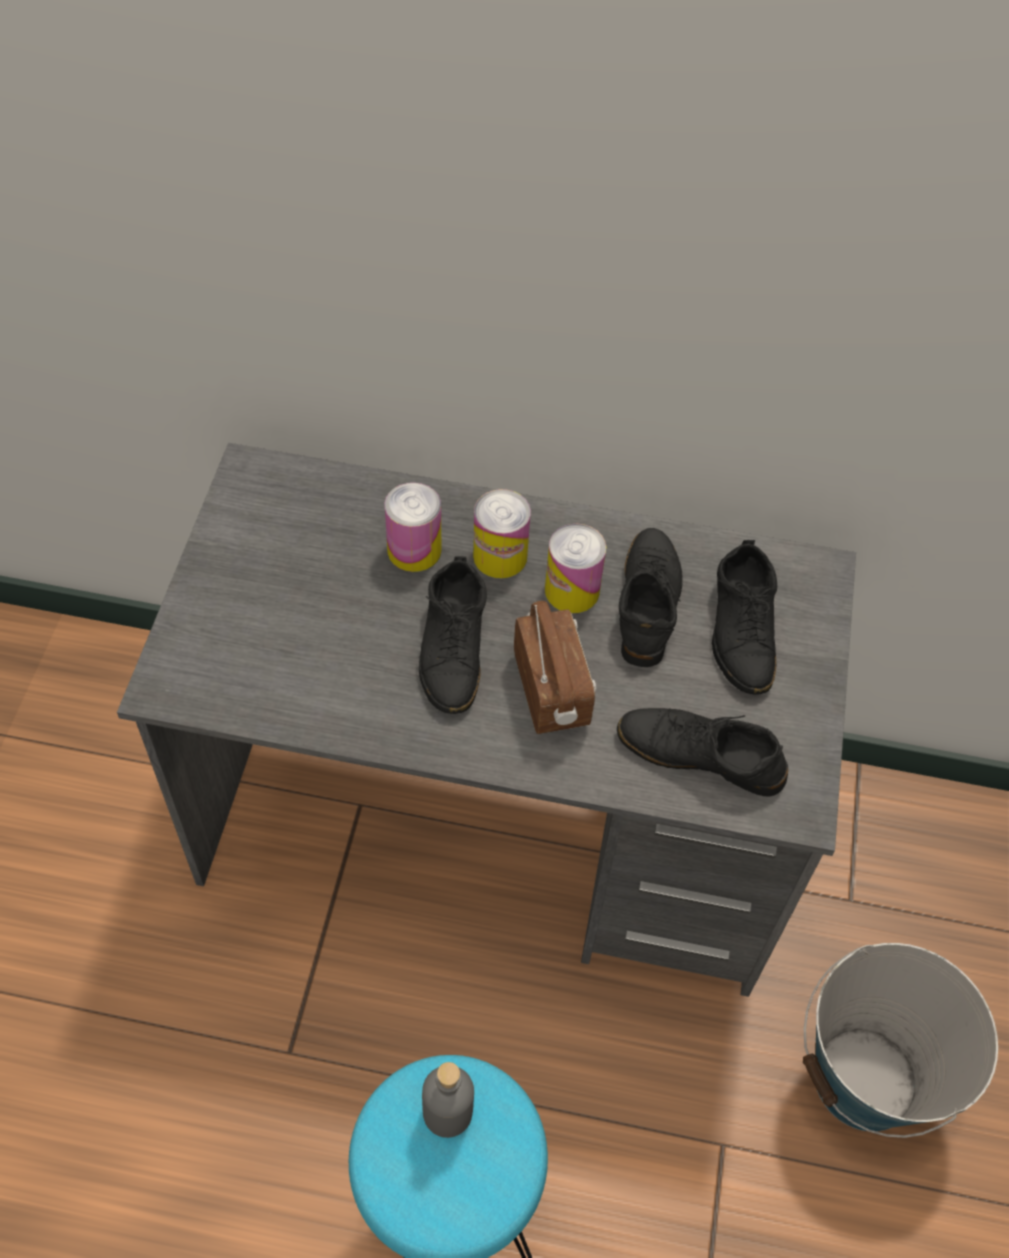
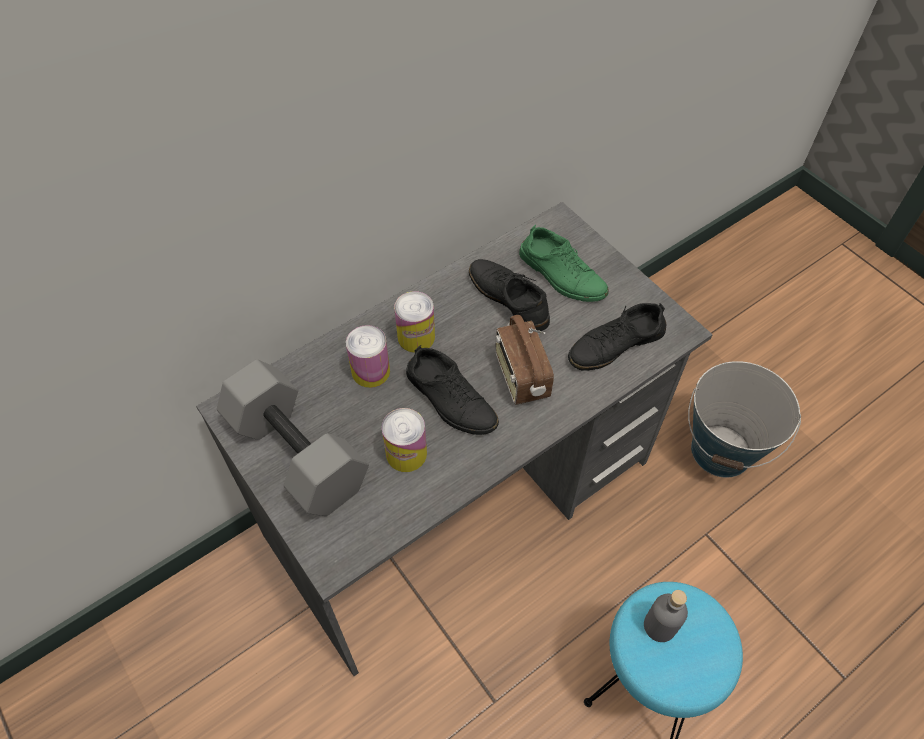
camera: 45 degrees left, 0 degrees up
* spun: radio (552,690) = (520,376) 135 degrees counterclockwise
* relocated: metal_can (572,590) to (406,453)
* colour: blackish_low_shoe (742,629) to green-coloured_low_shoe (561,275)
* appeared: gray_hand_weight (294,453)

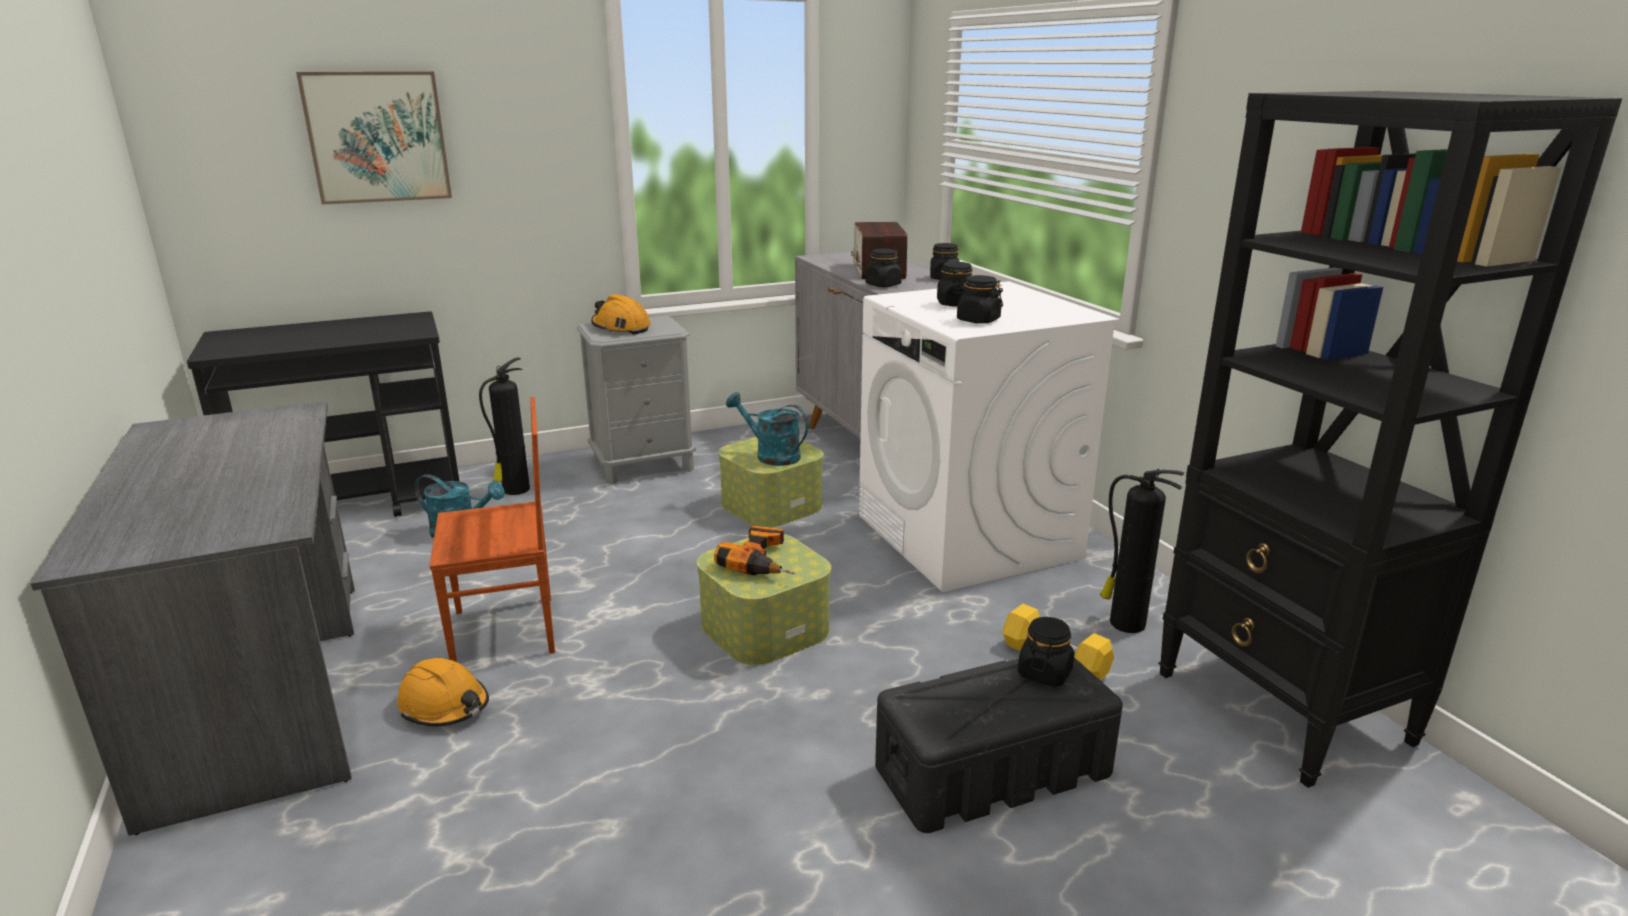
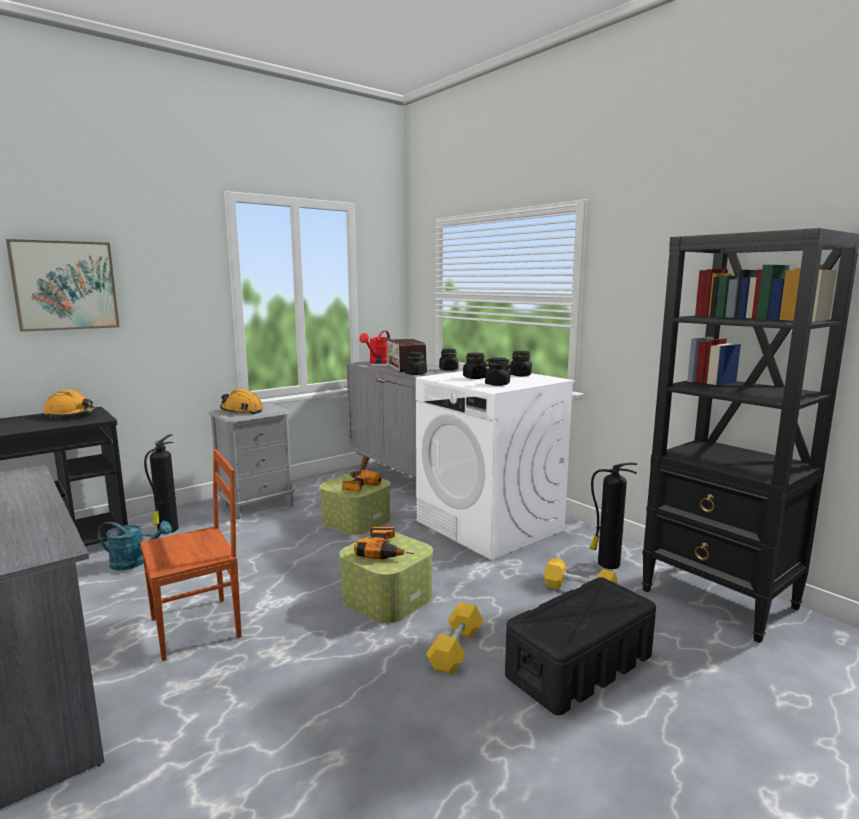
camera: 15 degrees left, 10 degrees down
* relocated: orange-coloured_hard_hat (445,706) to (71,415)
* exchanged: turquoise_watering_pot (771,455) to drill (356,486)
* relocated: blackish_jar (1044,673) to (520,375)
* appeared: reddish_watering_pot (378,362)
* appeared: yellowish_hand_weight (455,649)

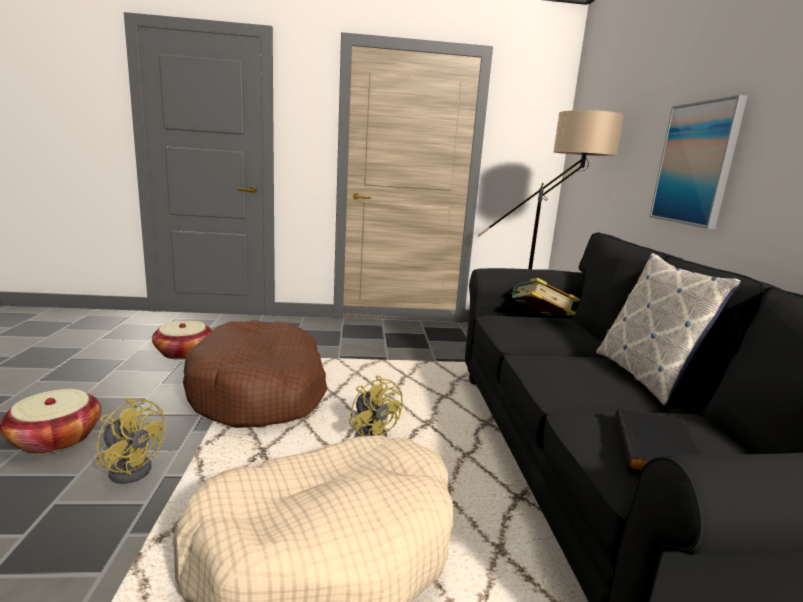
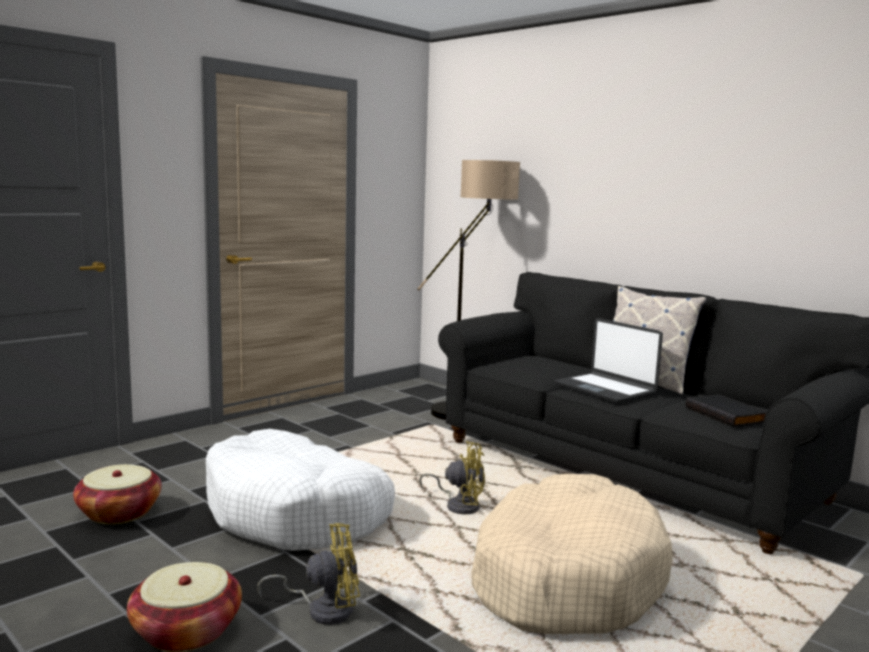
camera: 40 degrees left, 5 degrees down
* colour: brown_pet_bed (260,391) to white-coloured_pet_bed (296,513)
* missing: book (540,320)
* missing: wall_picture (695,164)
* appeared: notebook_computer (605,389)

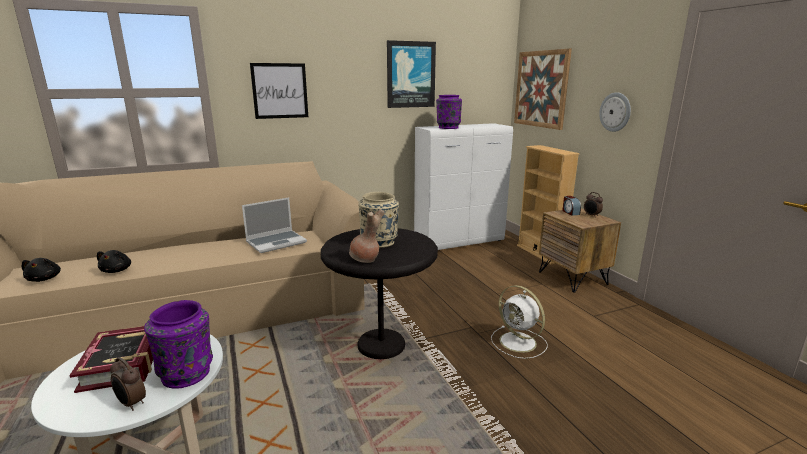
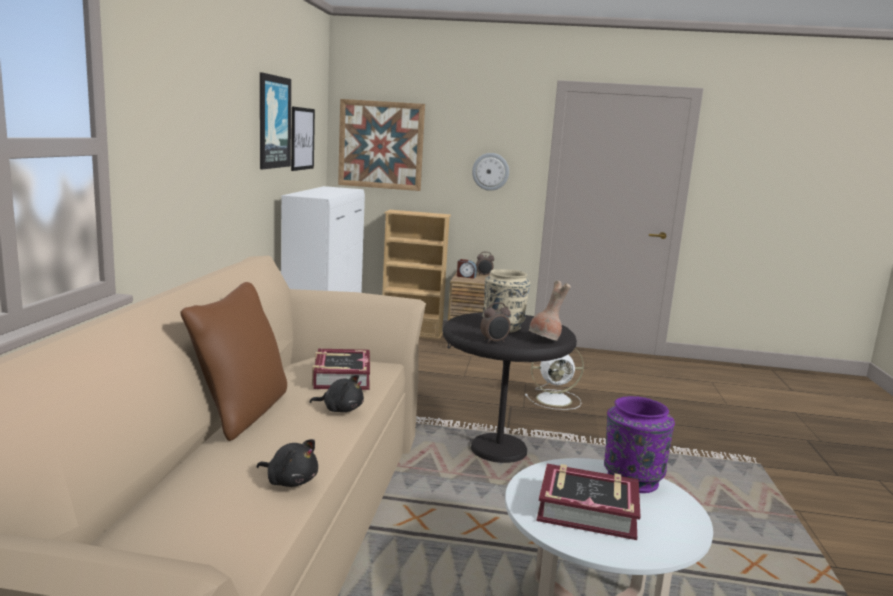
camera: 60 degrees left, 5 degrees down
* relocated: blackish_plush_toy (45,279) to (340,409)
* relocated: table_clock (131,404) to (494,342)
* exchanged: notebook_computer (277,242) to book (341,377)
* relocated: wall_picture (280,91) to (302,139)
* missing: purple_decorative_vase (448,127)
* appeared: brown_cushion (241,412)

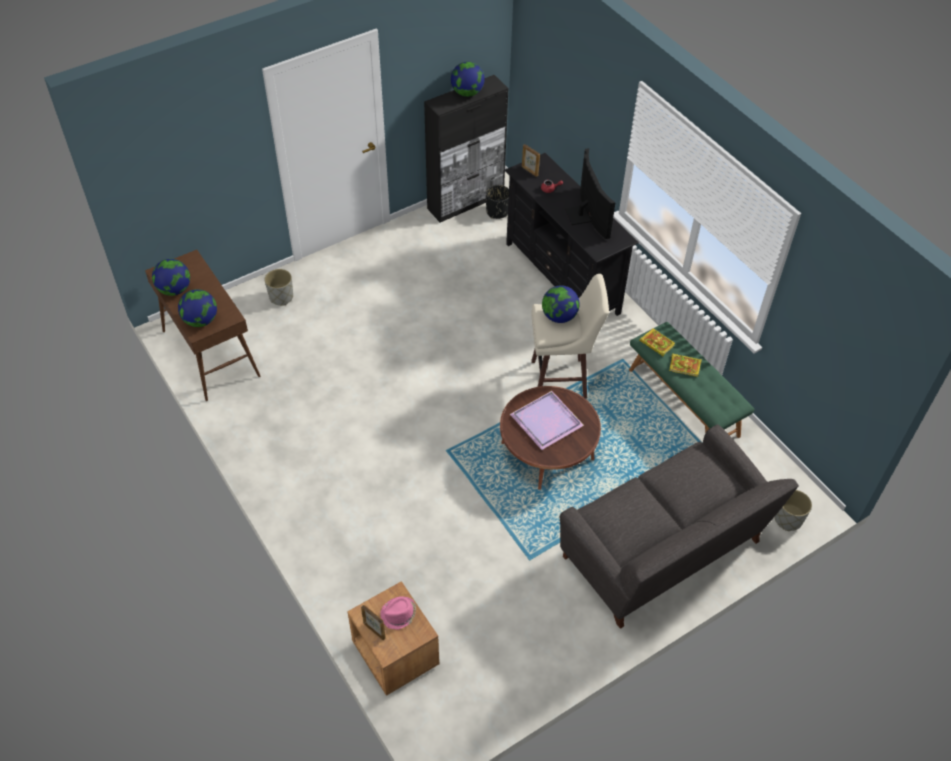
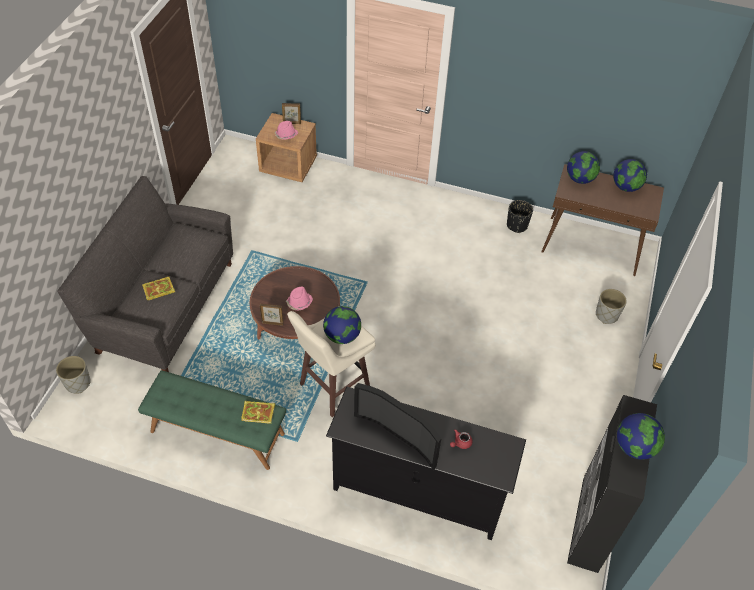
camera: 140 degrees right, 0 degrees up
* relocated: blackish_plant_pot (497,212) to (517,225)
* exchanged: purple_serving_tray (548,421) to pink-coloured_clothing_hat (299,302)
* relocated: photo_frame (529,171) to (272,323)
* relocated: book (685,366) to (158,290)

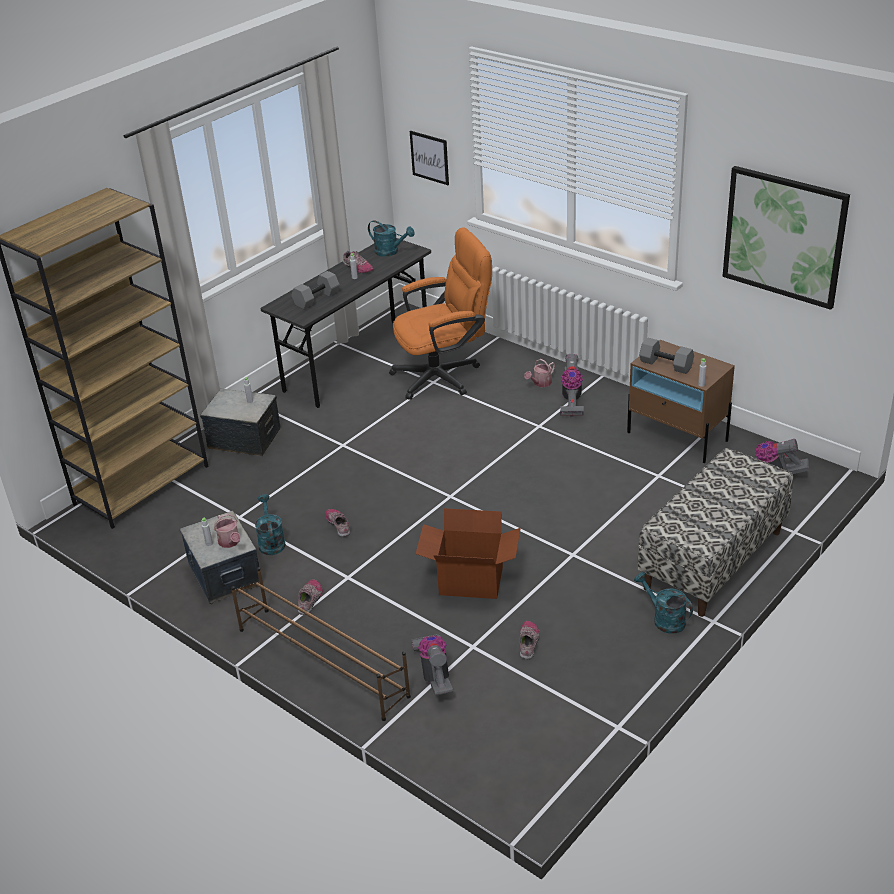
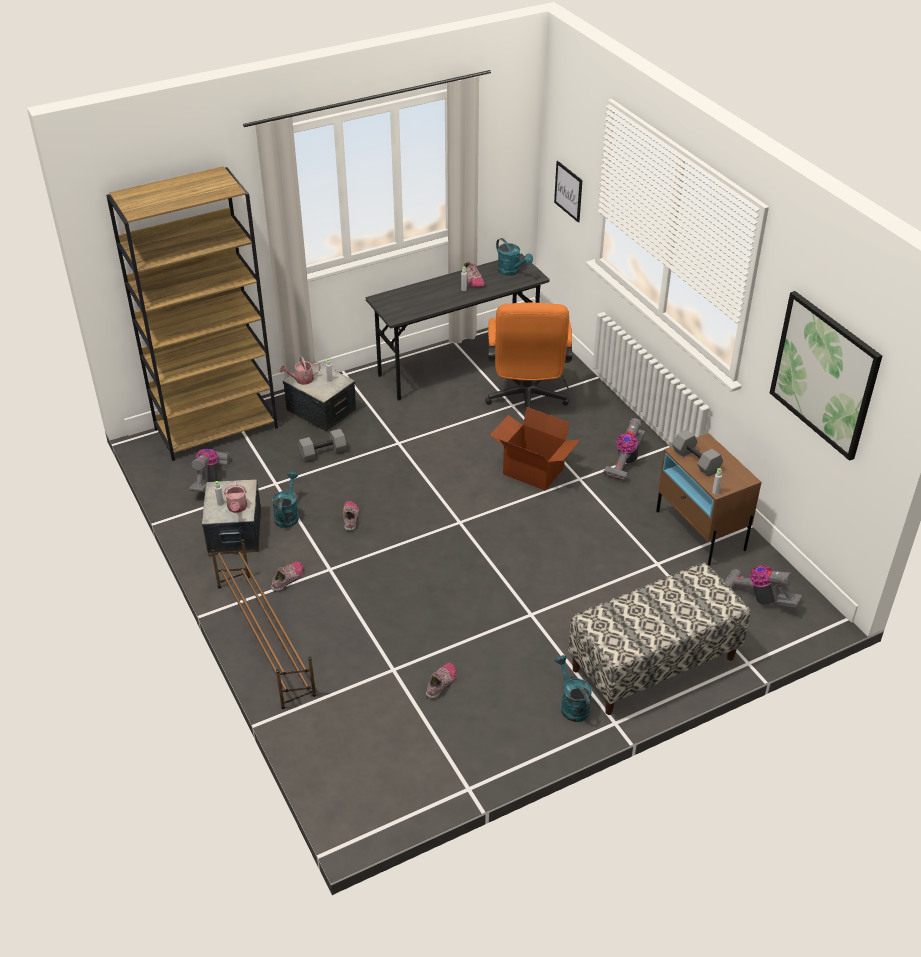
camera: 20 degrees right, 5 degrees up
* relocated: gray_hand_weight (316,299) to (322,453)
* spun: orange-coloured_office_chair (444,375) = (526,401) 90 degrees clockwise
* relocated: vacuum_cleaner (435,674) to (210,479)
* relocated: carton (470,581) to (532,472)
* relocated: watering_pot (540,383) to (301,380)

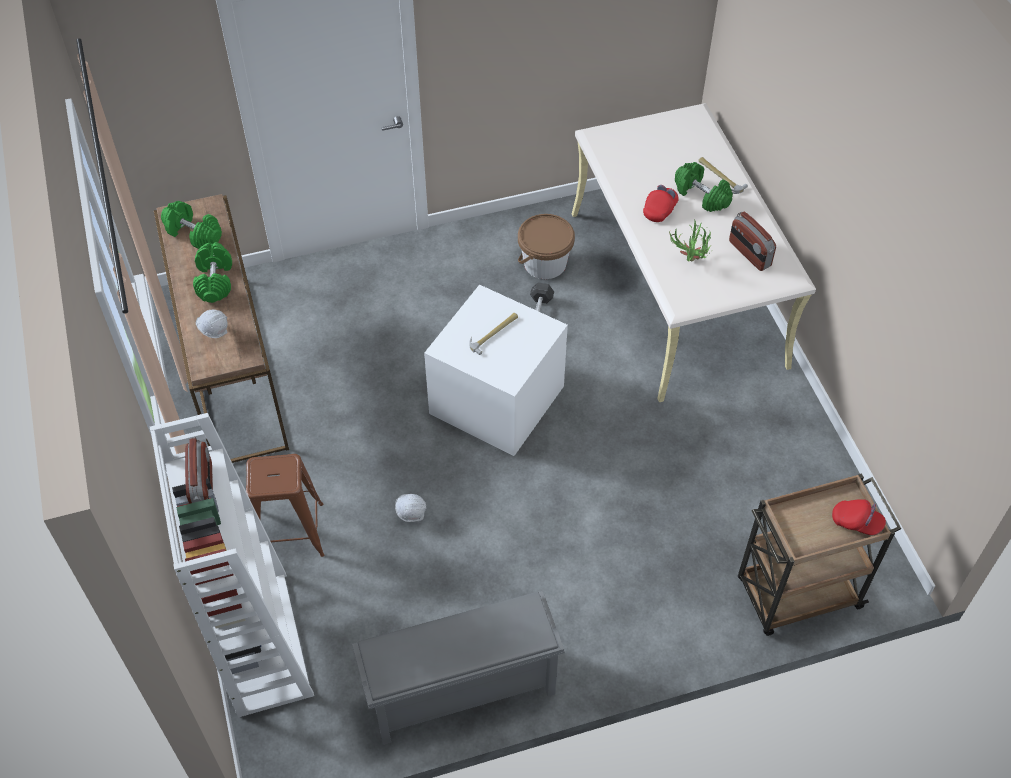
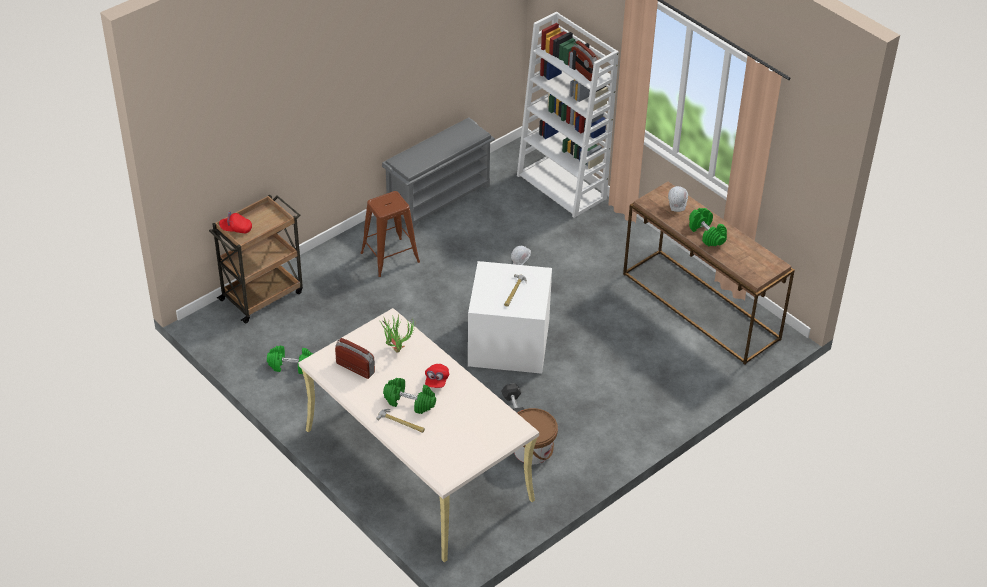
camera: 155 degrees right, 10 degrees down
* relocated: green-coloured_hand_weight (193,233) to (292,366)
* relocated: brown_stool (288,532) to (390,257)

